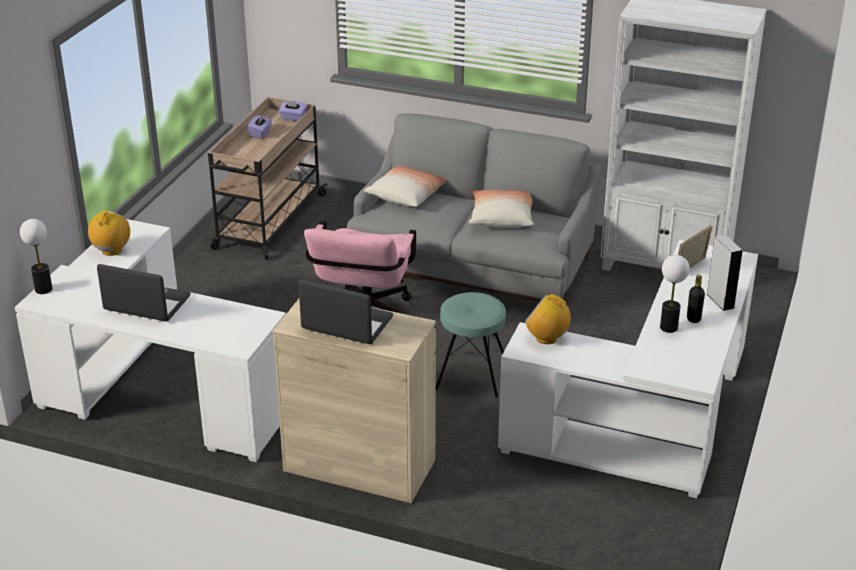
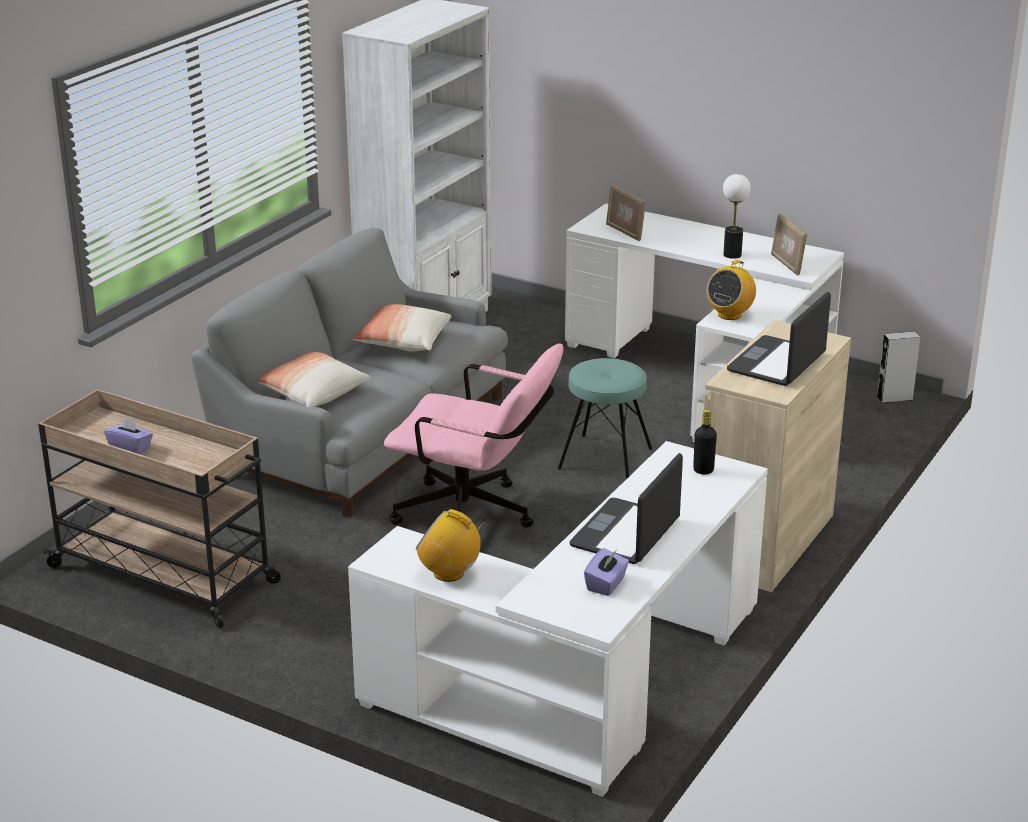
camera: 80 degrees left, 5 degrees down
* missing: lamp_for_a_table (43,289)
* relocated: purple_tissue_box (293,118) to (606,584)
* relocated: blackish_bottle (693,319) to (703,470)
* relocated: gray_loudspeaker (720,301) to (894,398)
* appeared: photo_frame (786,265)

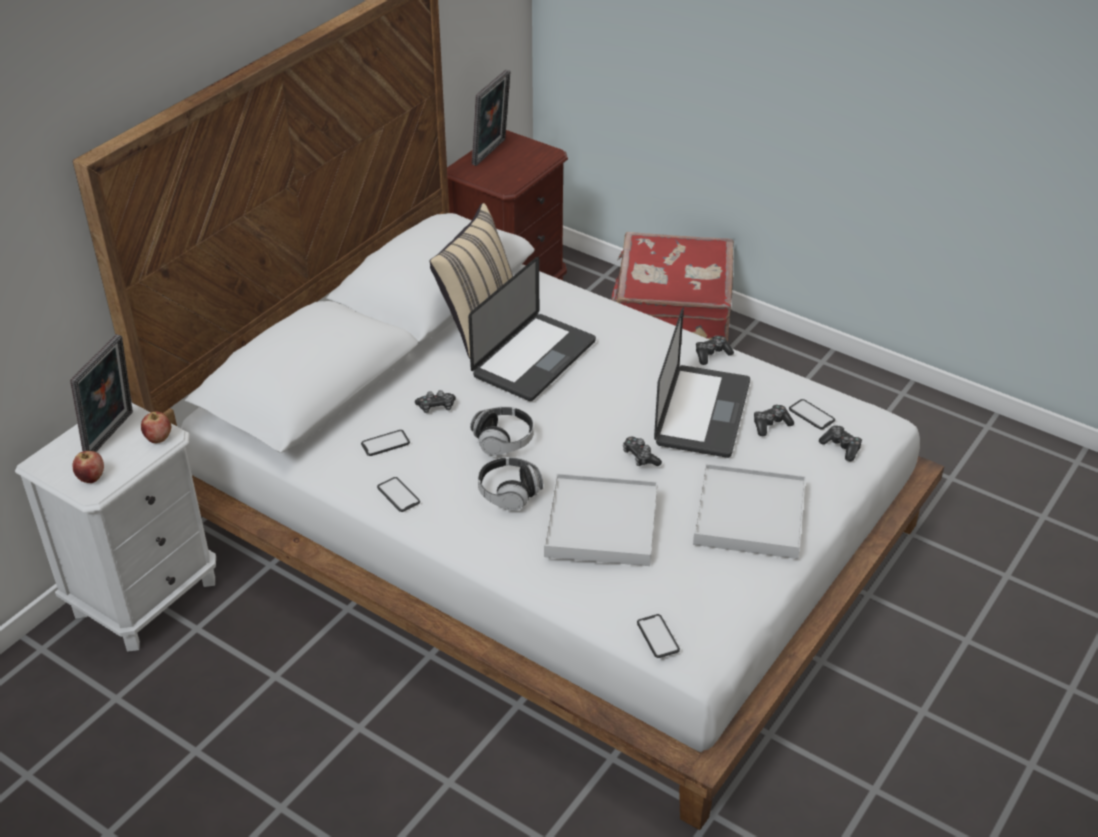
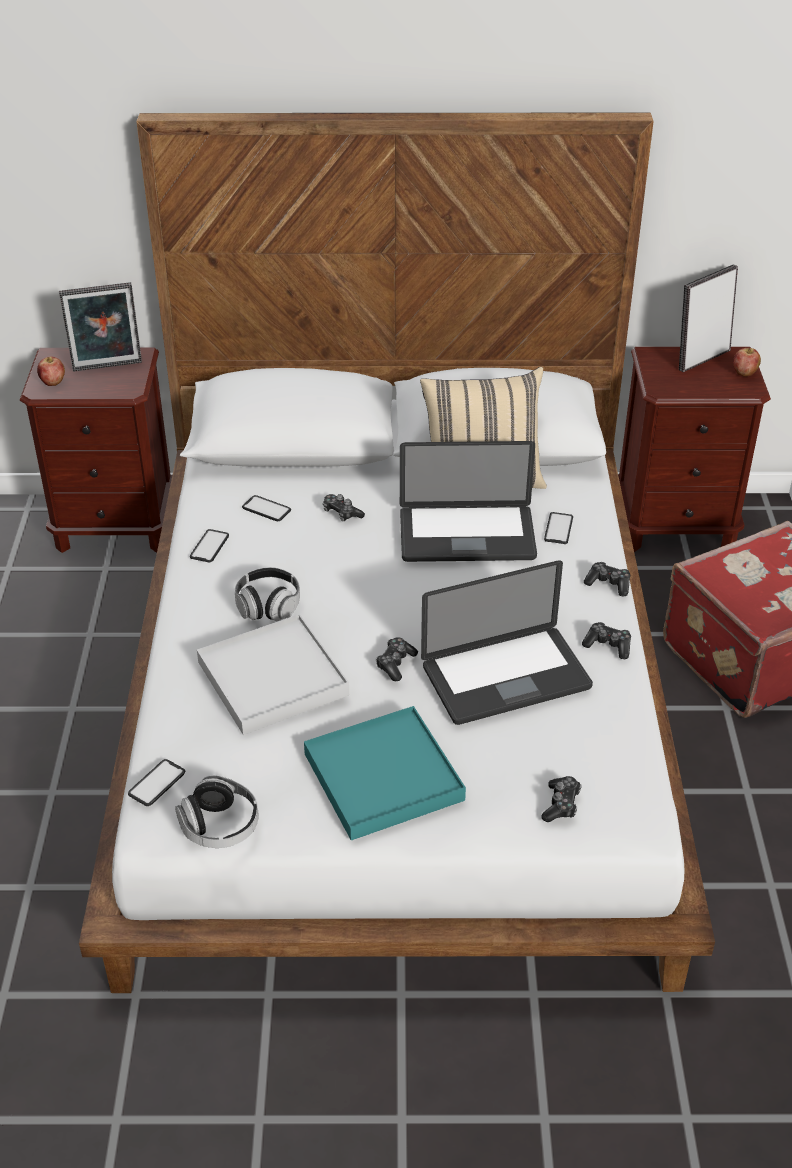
camera: 55 degrees right, 0 degrees up
* colour: white-coloured_nightstand (145,597) to brown_nightstand (115,526)
* relocated: whole_apple (158,439) to (744,373)
* relocated: headphones (503,440) to (220,826)
* spun: photo_frame (492,153) = (701,358) 150 degrees clockwise
* colour: white-coloured_serving_tray (749,516) to turquoise_serving_tray (383,777)
* relocated: gamepad (771,424) to (608,584)
* relocated: telephone (811,415) to (558,529)

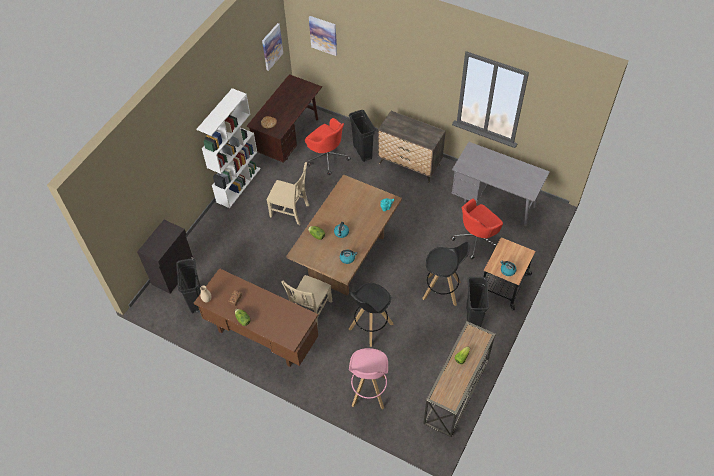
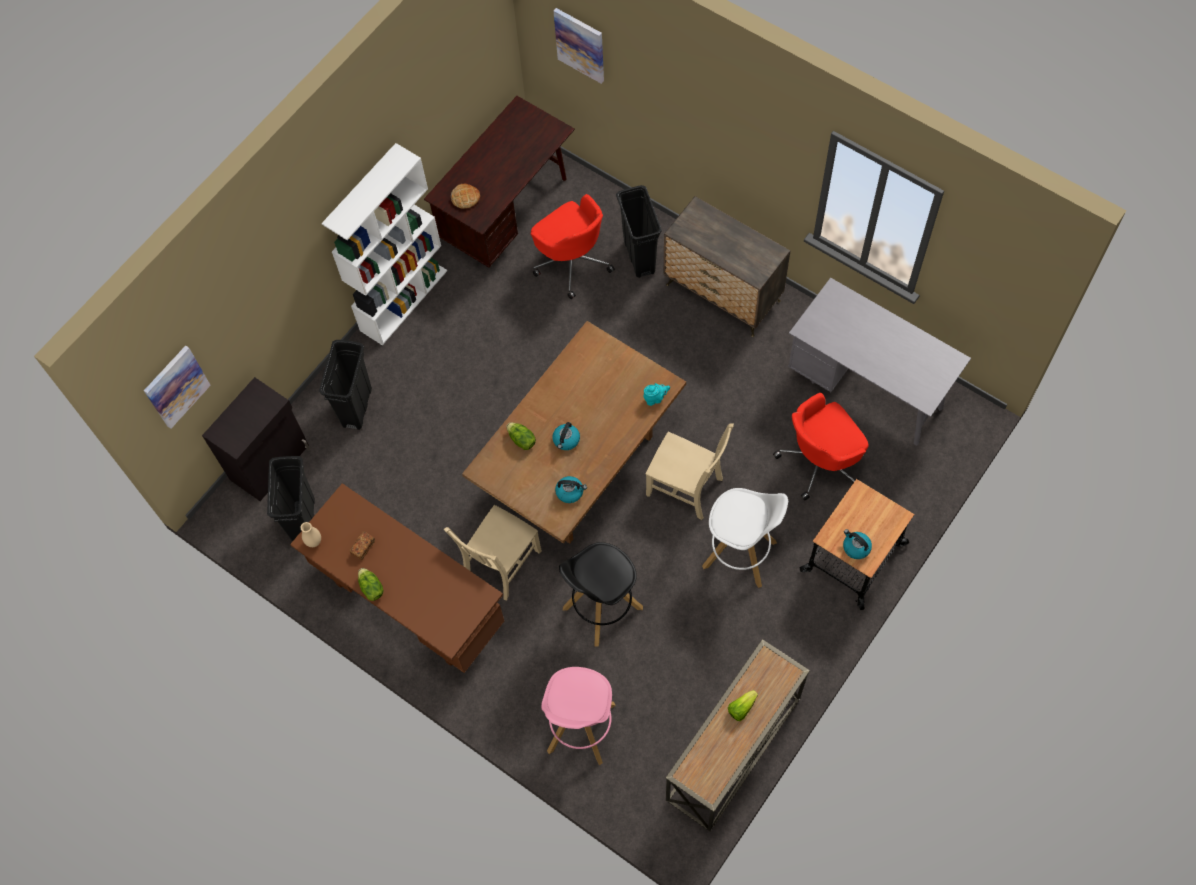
camera: 10 degrees right, 10 degrees up
* relocated: wall_picture (272,46) to (176,386)
* relocated: beige_chair (291,211) to (687,488)
* colour: blackish_stool (442,290) to white-coloured_stool (740,555)
* relocated: blackish_trash_can (472,318) to (357,407)

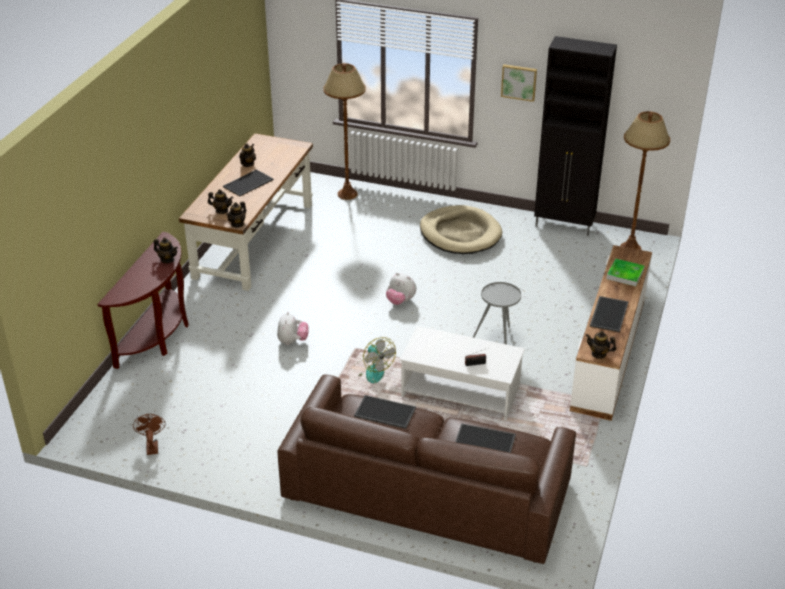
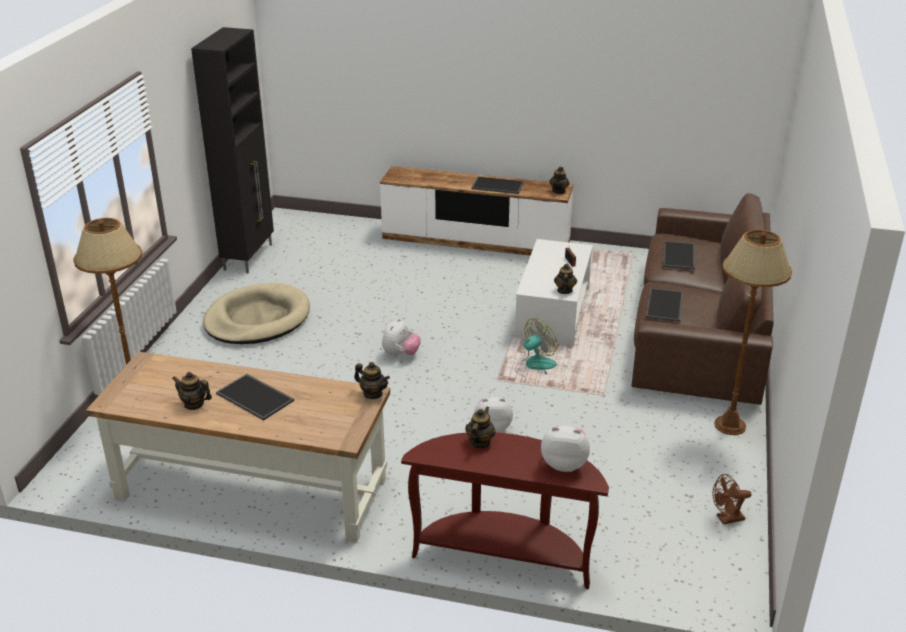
camera: 95 degrees left, 5 degrees down
* relocated: teapot (221,211) to (564,290)
* missing: gray_accent_table (498,339)
* missing: wall_picture (519,82)
* missing: serving_tray (625,274)
* relocated: brown_floor_lamp (630,248) to (729,425)
* appeared: plush_toy (564,464)

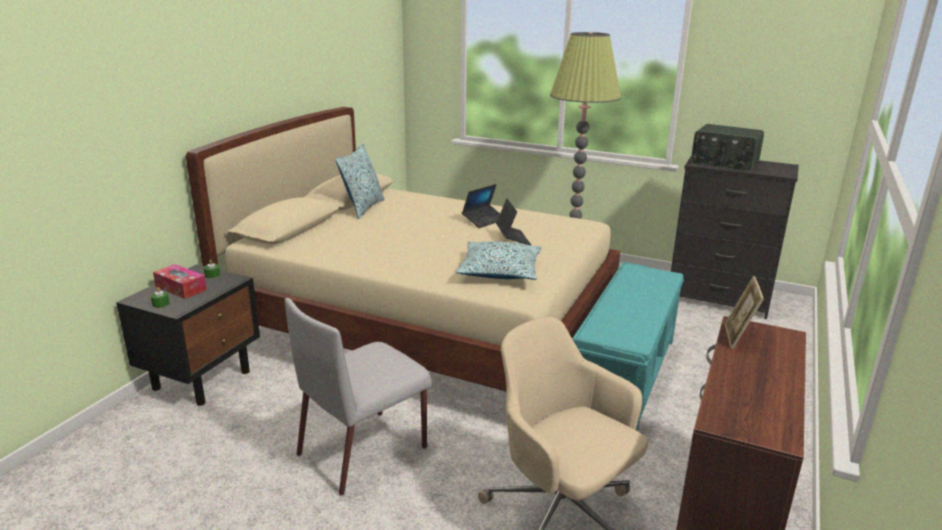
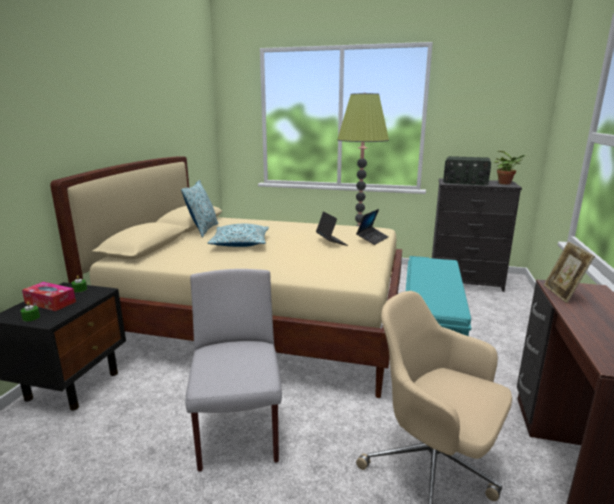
camera: 10 degrees left, 5 degrees down
* spun: gray_chair (364,450) = (238,432) 135 degrees clockwise
* relocated: cushion (499,271) to (240,243)
* relocated: notebook_computer (484,220) to (372,239)
* appeared: houseplant (506,183)

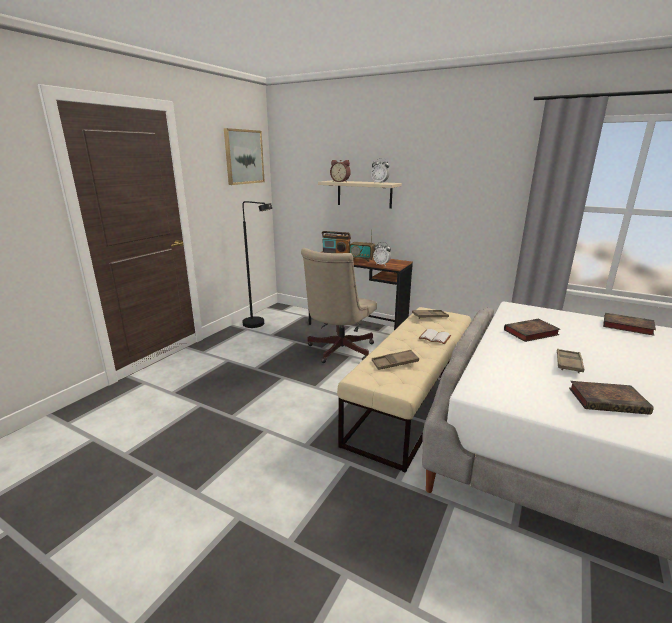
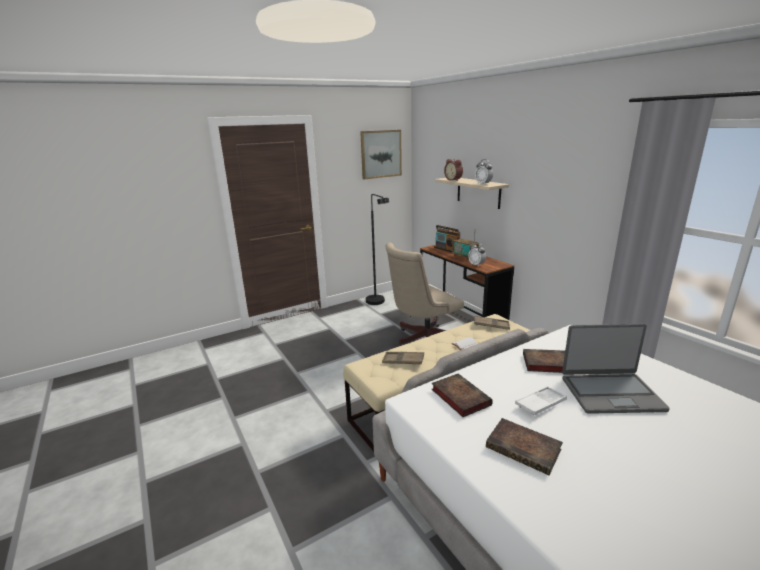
camera: 30 degrees right, 0 degrees up
* colour: brown_serving_tray (568,363) to white-coloured_serving_tray (540,404)
* relocated: book (626,326) to (459,397)
* appeared: notebook_computer (610,393)

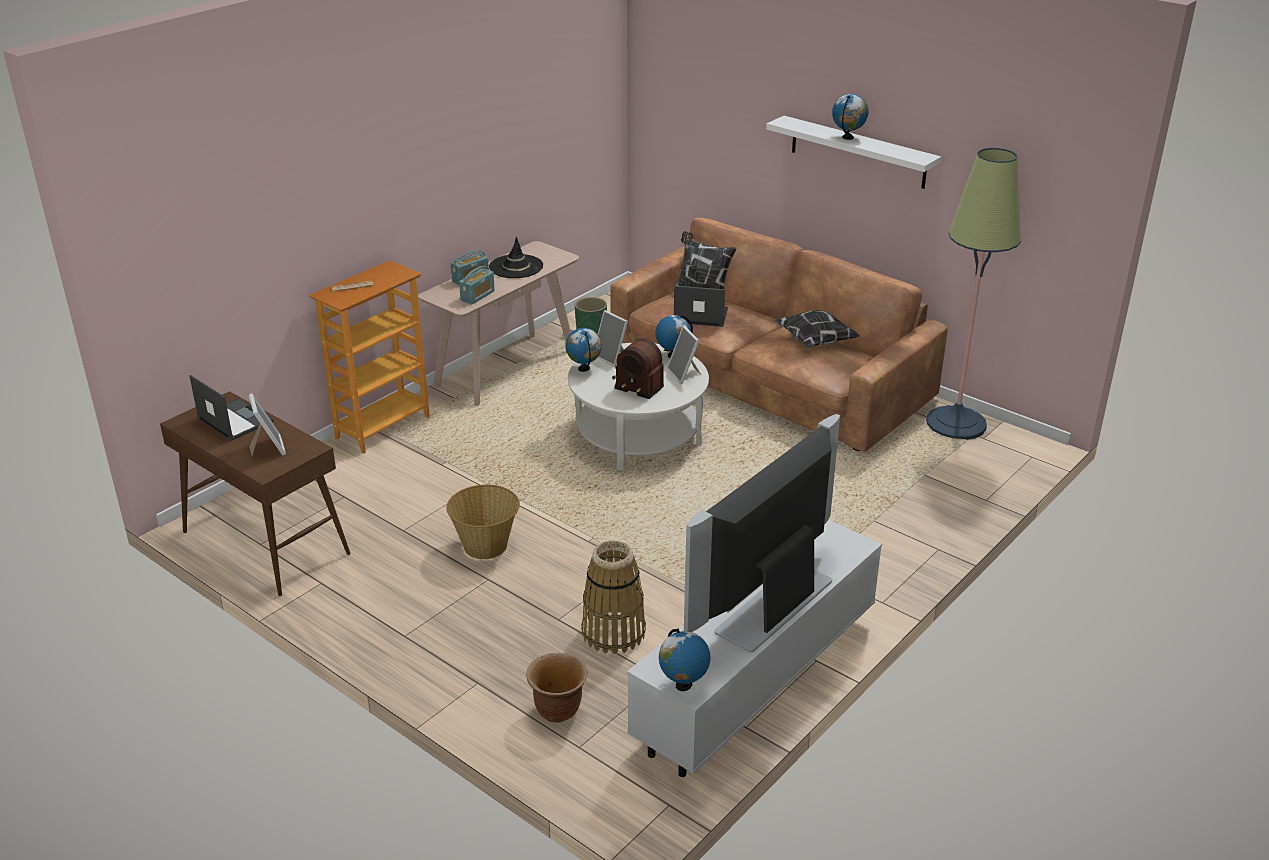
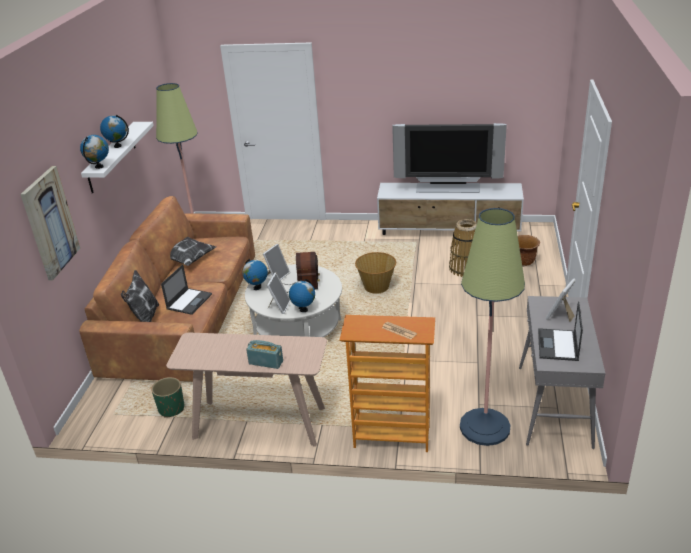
camera: 120 degrees left, 0 degrees up
* colour: brown_narrow_table (264,543) to gray_narrow_table (554,406)
* relocated: storage_basket (486,546) to (376,287)
* missing: radio (477,296)
* missing: blackish_clothing_hat (516,267)
* relocated: globe (683,685) to (99,167)
* spun: notebook_computer (700,316) = (189,301) 135 degrees counterclockwise
* appeared: wall_picture (50,223)
* appeared: floor_lamp (484,427)

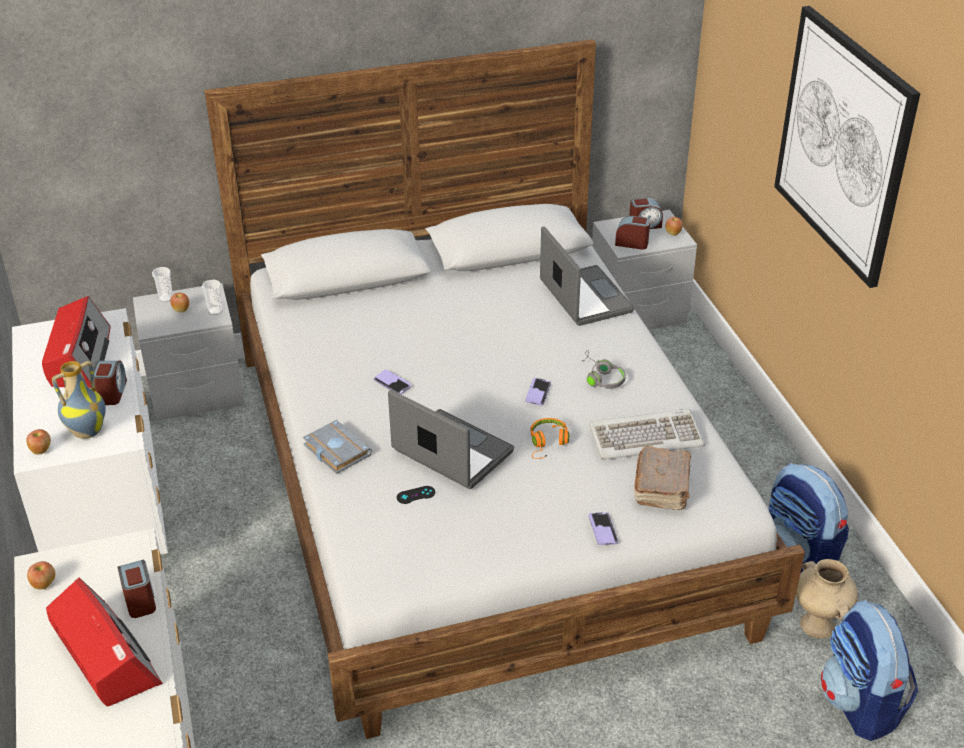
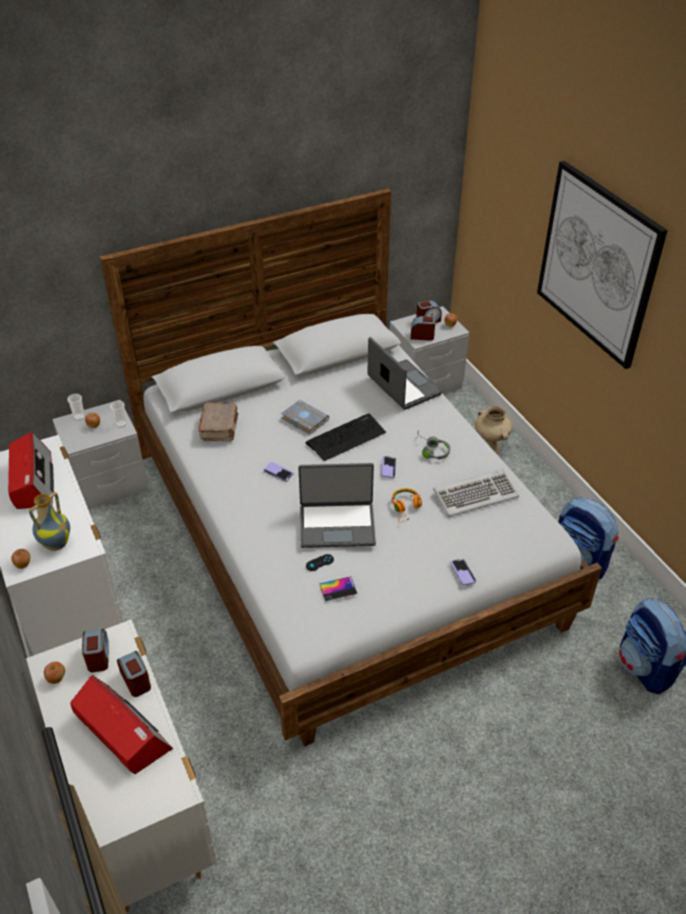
camera: 10 degrees left, 5 degrees up
* relocated: table_clock (112,392) to (98,656)
* relocated: gray_book (335,450) to (303,420)
* spun: notebook_computer (451,452) = (337,524) 150 degrees clockwise
* relocated: brown_book (662,487) to (220,428)
* relocated: beige_decorative_vase (818,625) to (490,448)
* appeared: keyboard (346,437)
* appeared: telephone (338,589)

